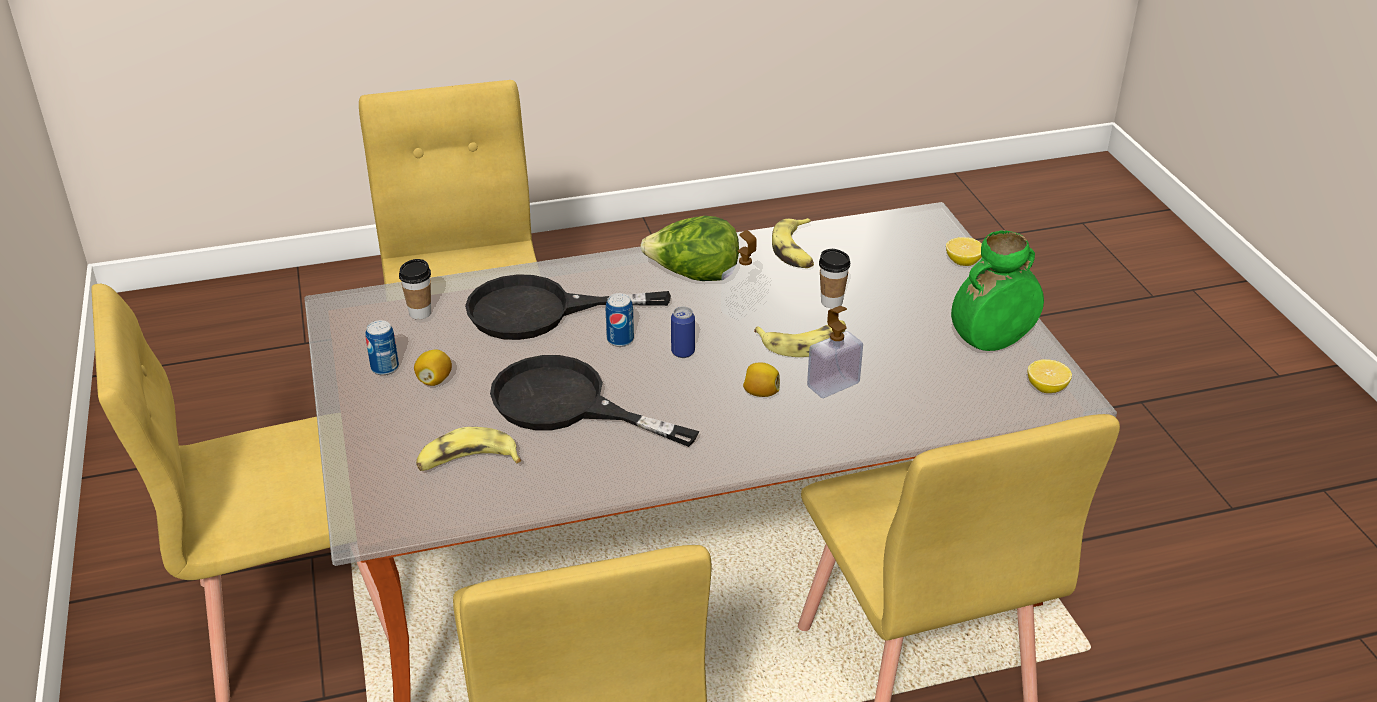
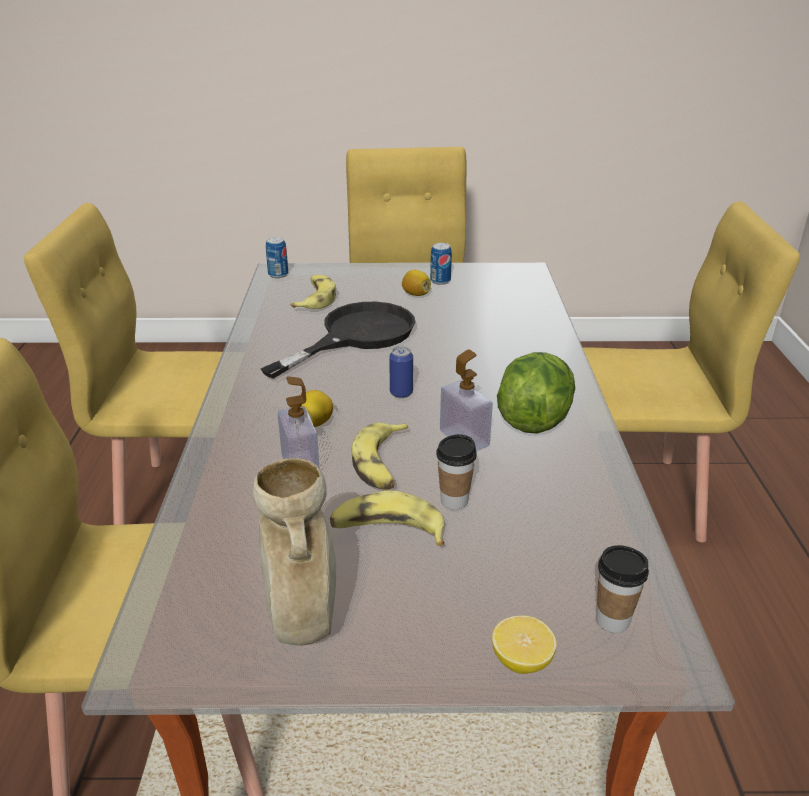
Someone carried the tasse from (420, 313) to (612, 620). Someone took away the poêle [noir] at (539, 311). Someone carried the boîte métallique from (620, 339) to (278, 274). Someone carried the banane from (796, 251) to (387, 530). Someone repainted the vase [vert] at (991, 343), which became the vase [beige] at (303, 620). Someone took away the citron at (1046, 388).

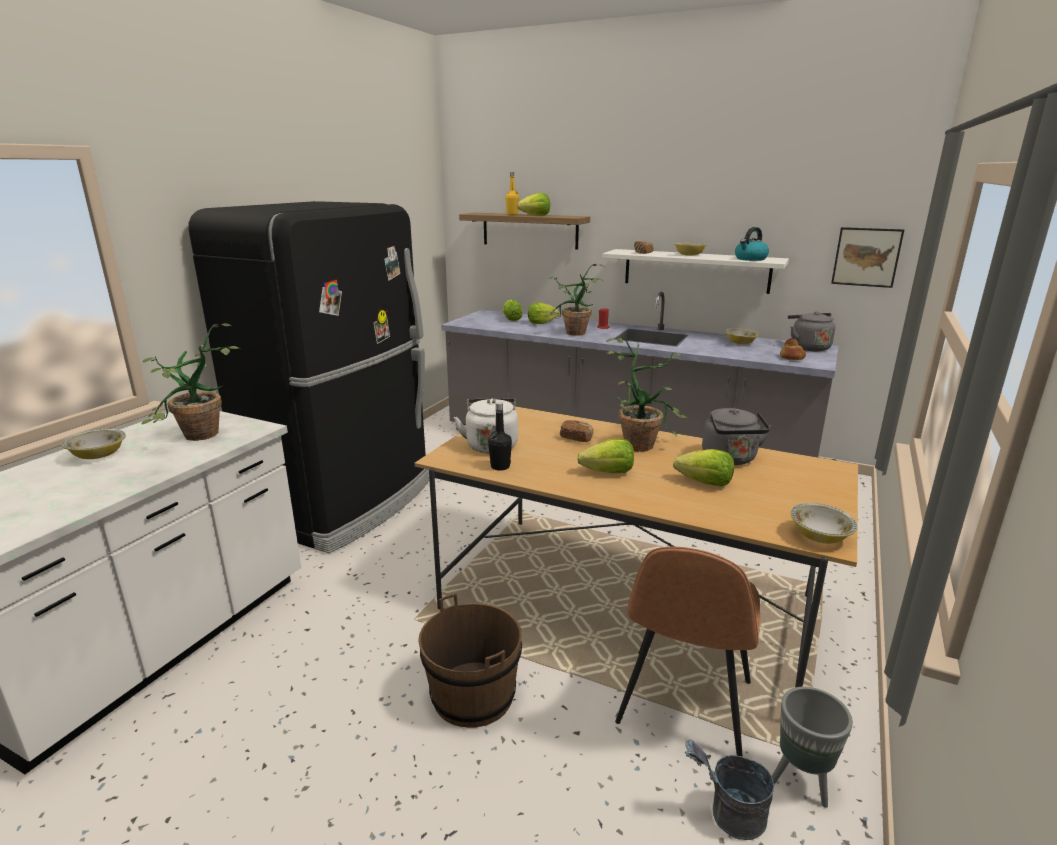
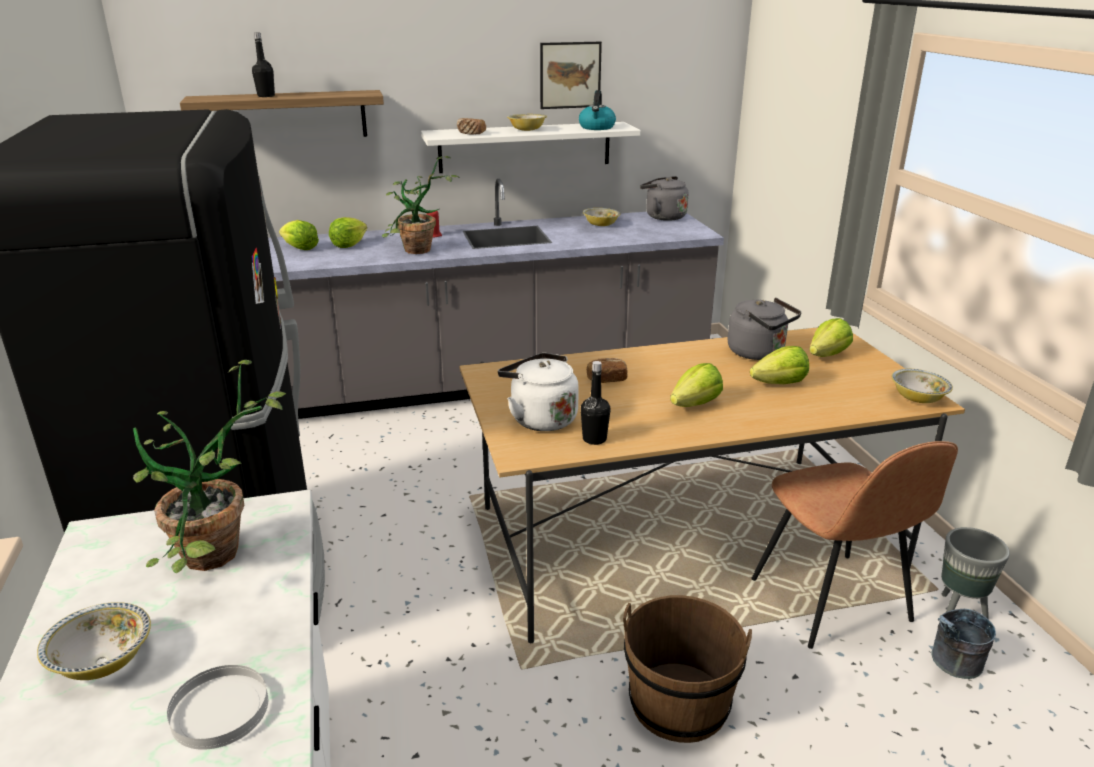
Someone repainted the bouteille [jaune] at (512, 214), which became the bouteille [noir] at (266, 96). Someone carried the laitue from (535, 215) to (827, 355). Someone took away the plante en pot at (641, 442). Someone took away the pain at (791, 358). Someone carried the tableau from (866, 257) to (570, 75). Someone put down the assiette [blanc] at (219, 711).

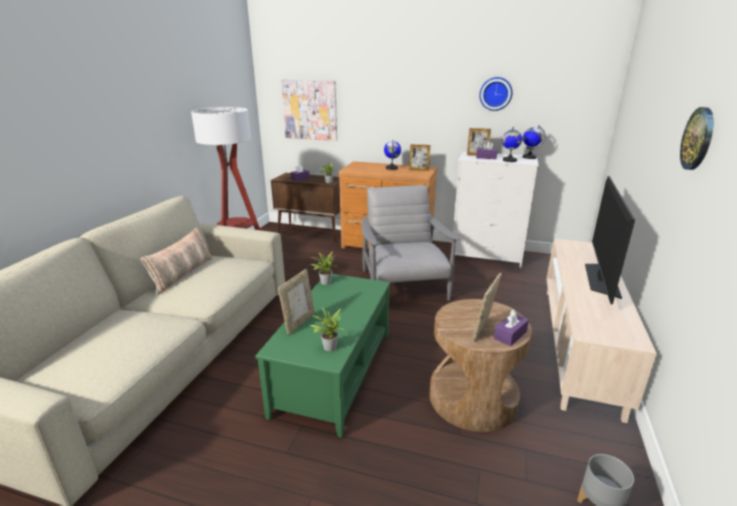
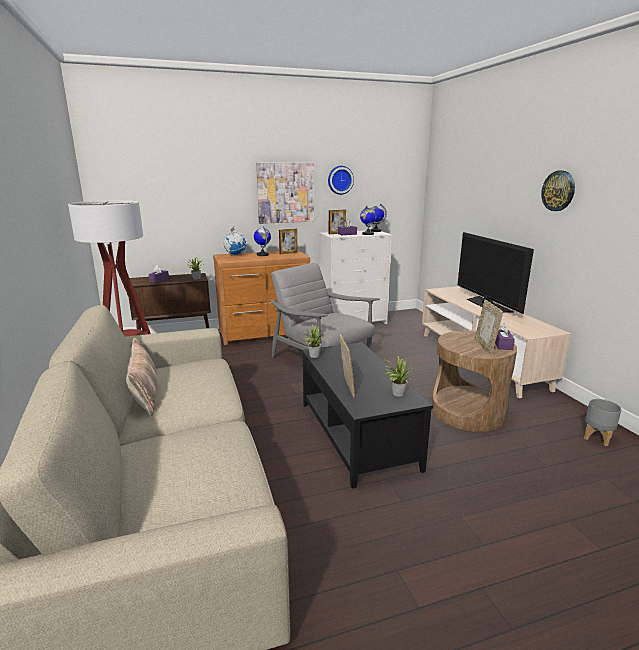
Someone repainted the table basse [vert] at (333, 372), which became the table basse [noir] at (355, 434). Someone carried the tableau from (310, 110) to (285, 193). Someone put down the globe at (235, 254).

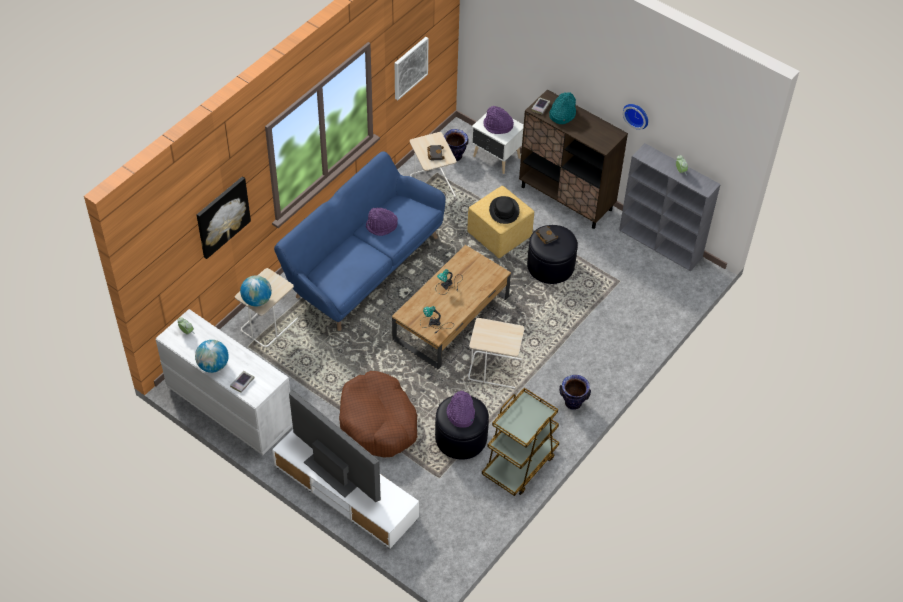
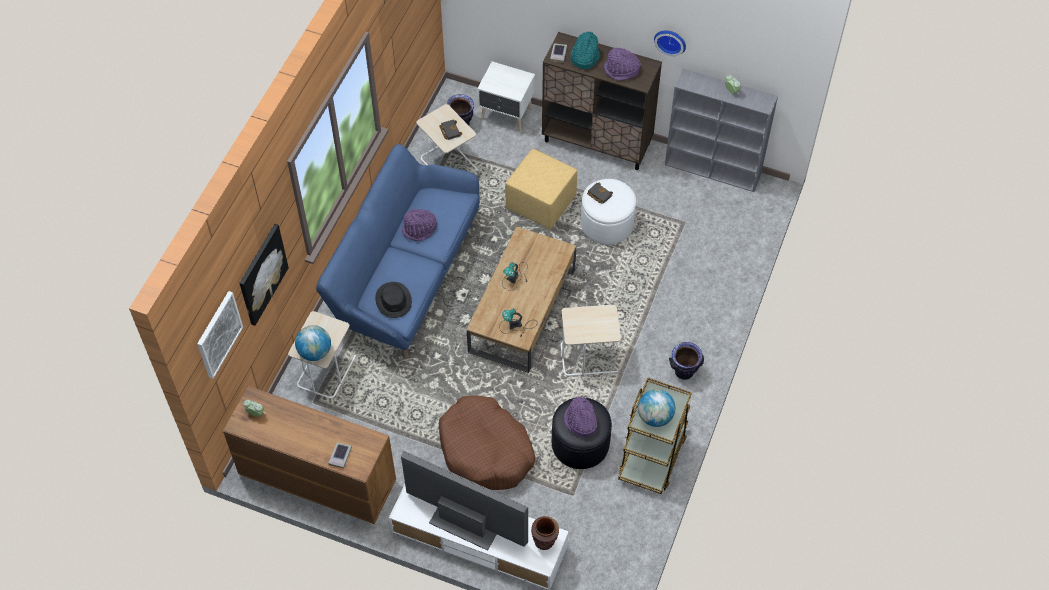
Someone repainted the commode [blanc] at (229, 406), which became the commode [marron] at (316, 478). Someone carried the globe from (213, 365) to (655, 417). Someone carried the tableau from (410, 67) to (218, 334). Someone carried the chapeau [violet] from (497, 126) to (621, 70). Someone carried the chapeau [noir] from (504, 210) to (393, 300). Someone repainted the pouf [noir] at (550, 266), which became the pouf [blanc] at (607, 223). Someone put down the vase [marron] at (544, 541).

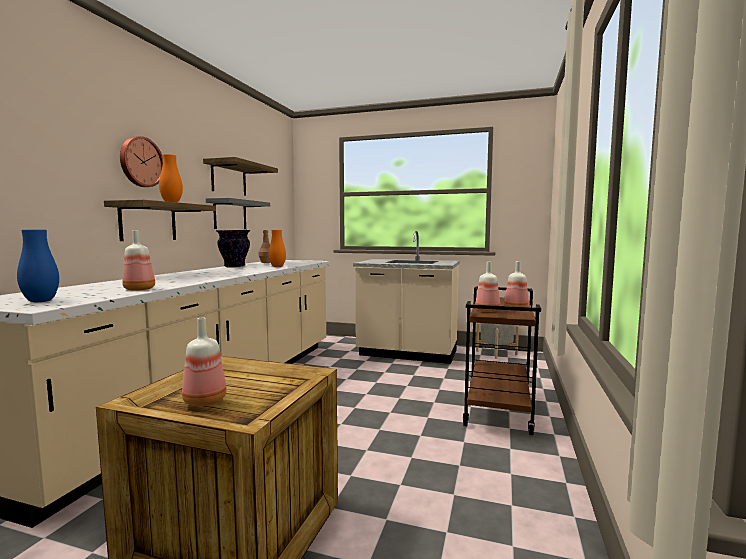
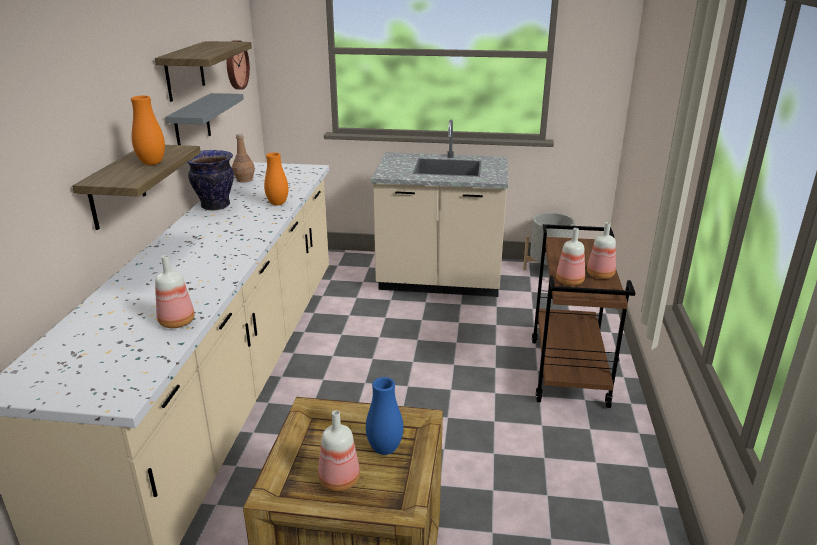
Someone carried the vase [bleu] from (40, 301) to (384, 449). Someone carried the horloge murale from (140, 162) to (235, 65).

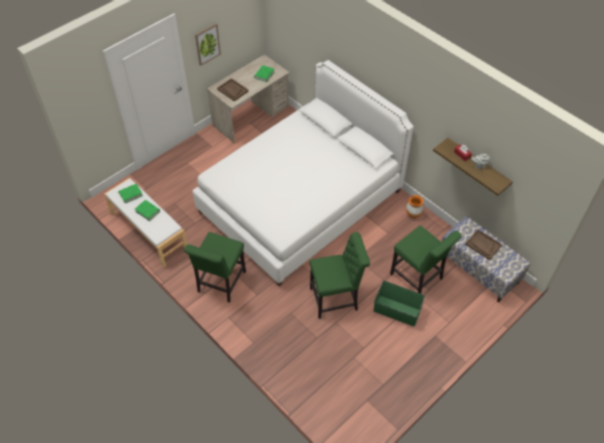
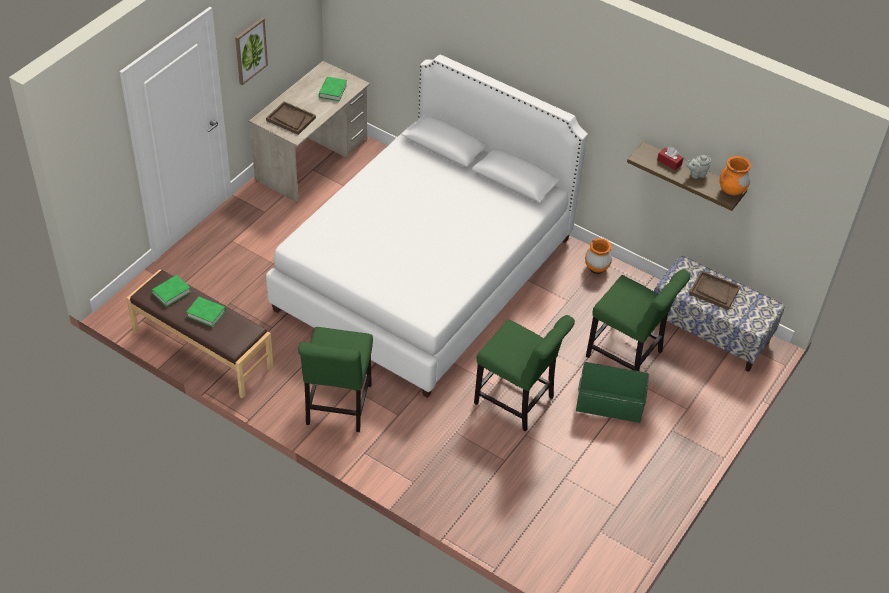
Someone repainted the banc [blanc] at (148, 232), which became the banc [marron] at (202, 350). Someone rotated the chaise [vert] at (336, 299) by 60 degrees clockwise. Someone put down the vase [orange] at (731, 191).

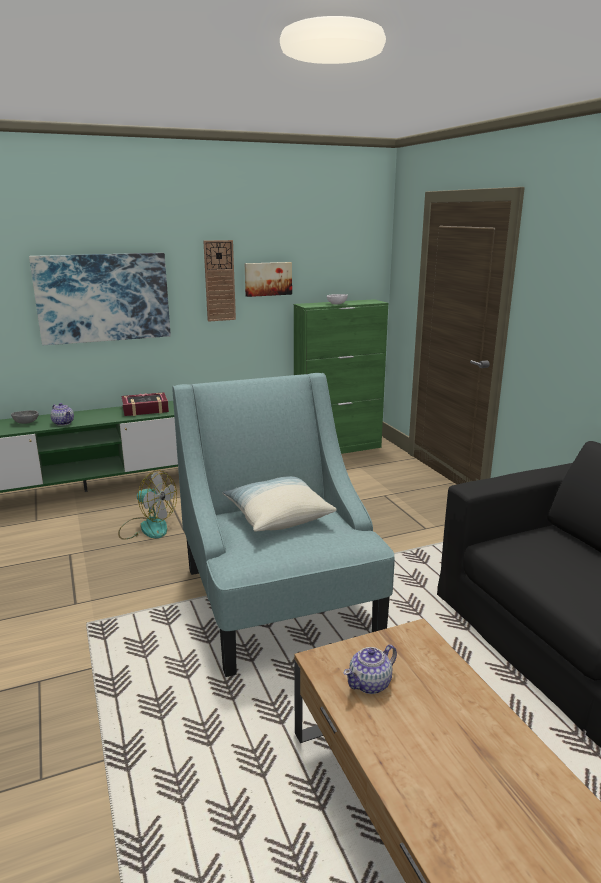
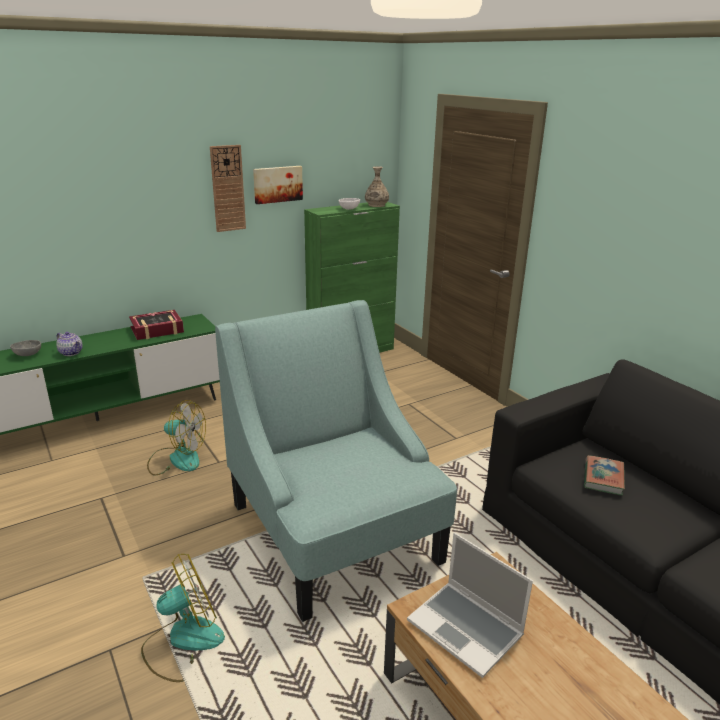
Someone took away the tableau at (103, 298). Someone took away the coussin at (277, 516). Someone swapped the théière at (370, 683) for the ordinateur portable at (467, 629). Someone put down the ventilateur at (183, 641). Someone put down the vase at (376, 205). Someone put down the livre at (603, 478).

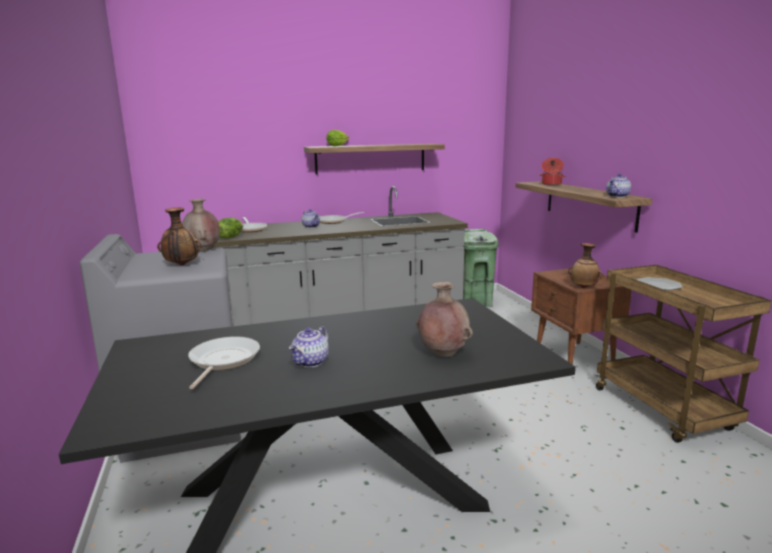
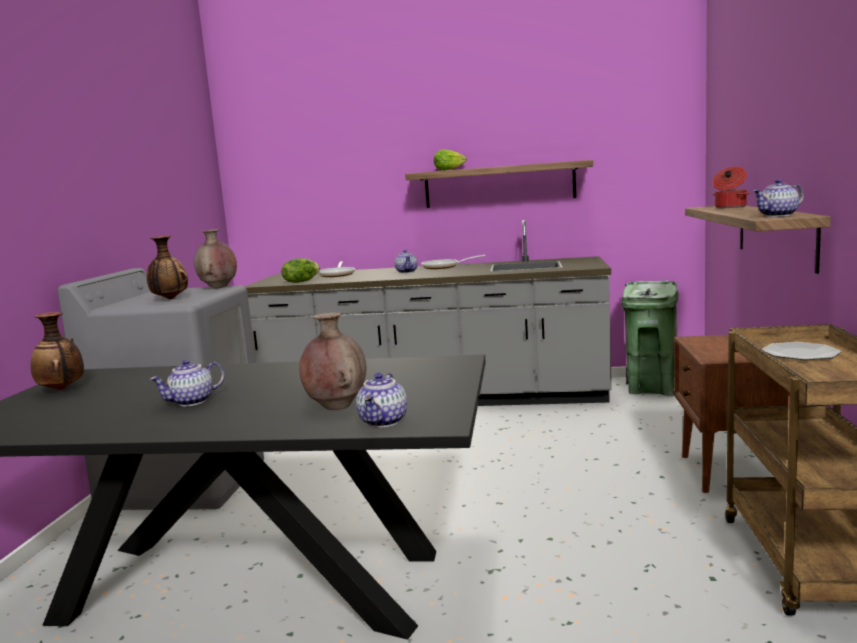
Someone took away the poêle at (223, 360). Someone carried the vase from (583, 287) to (62, 389). Someone put down the théière at (384, 422).

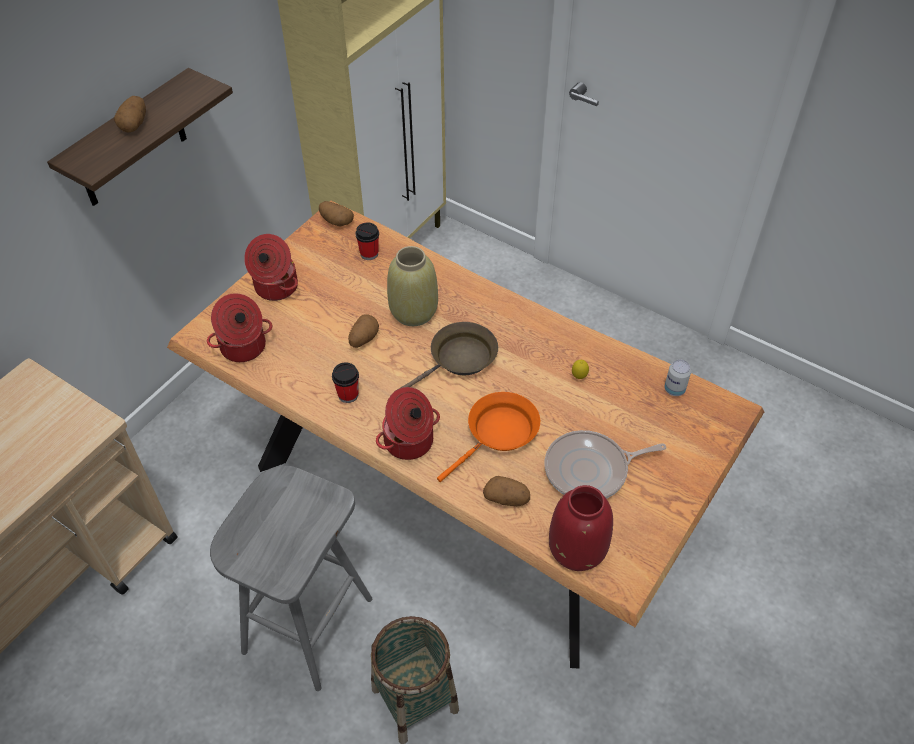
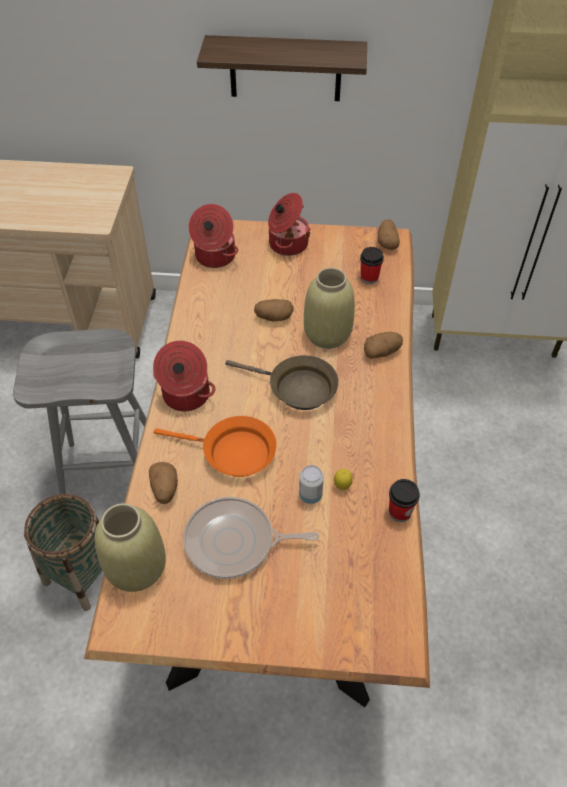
Someone carried the pomme de terre from (134, 124) to (382, 352). Someone carried the tasse from (348, 395) to (400, 512). Someone rotated the poêle at (590, 470) by 45 degrees counterclockwise. Someone repainted the vase [rouge] at (577, 549), which became the vase [beige] at (138, 568). Someone carried the boîte métallique from (674, 389) to (310, 495).

